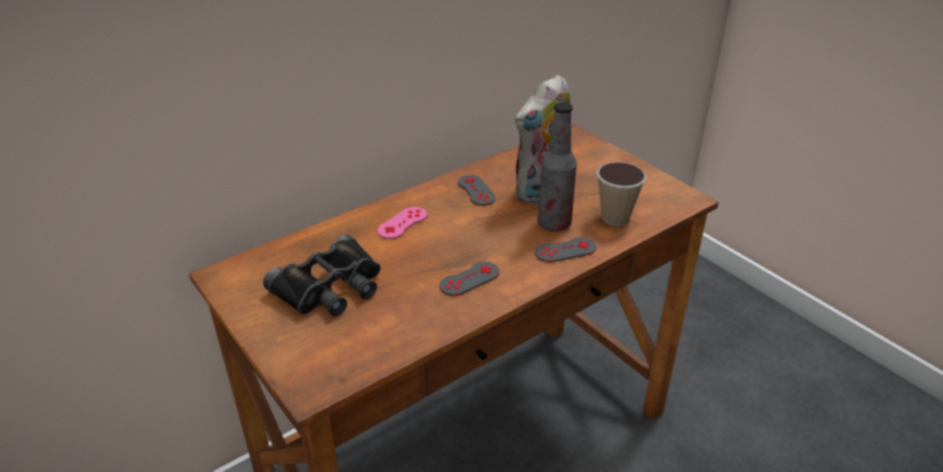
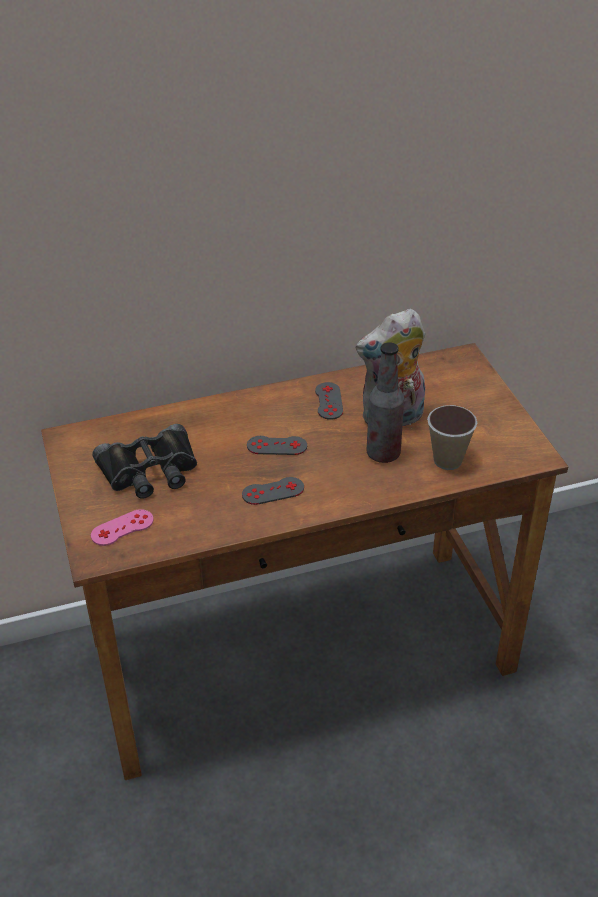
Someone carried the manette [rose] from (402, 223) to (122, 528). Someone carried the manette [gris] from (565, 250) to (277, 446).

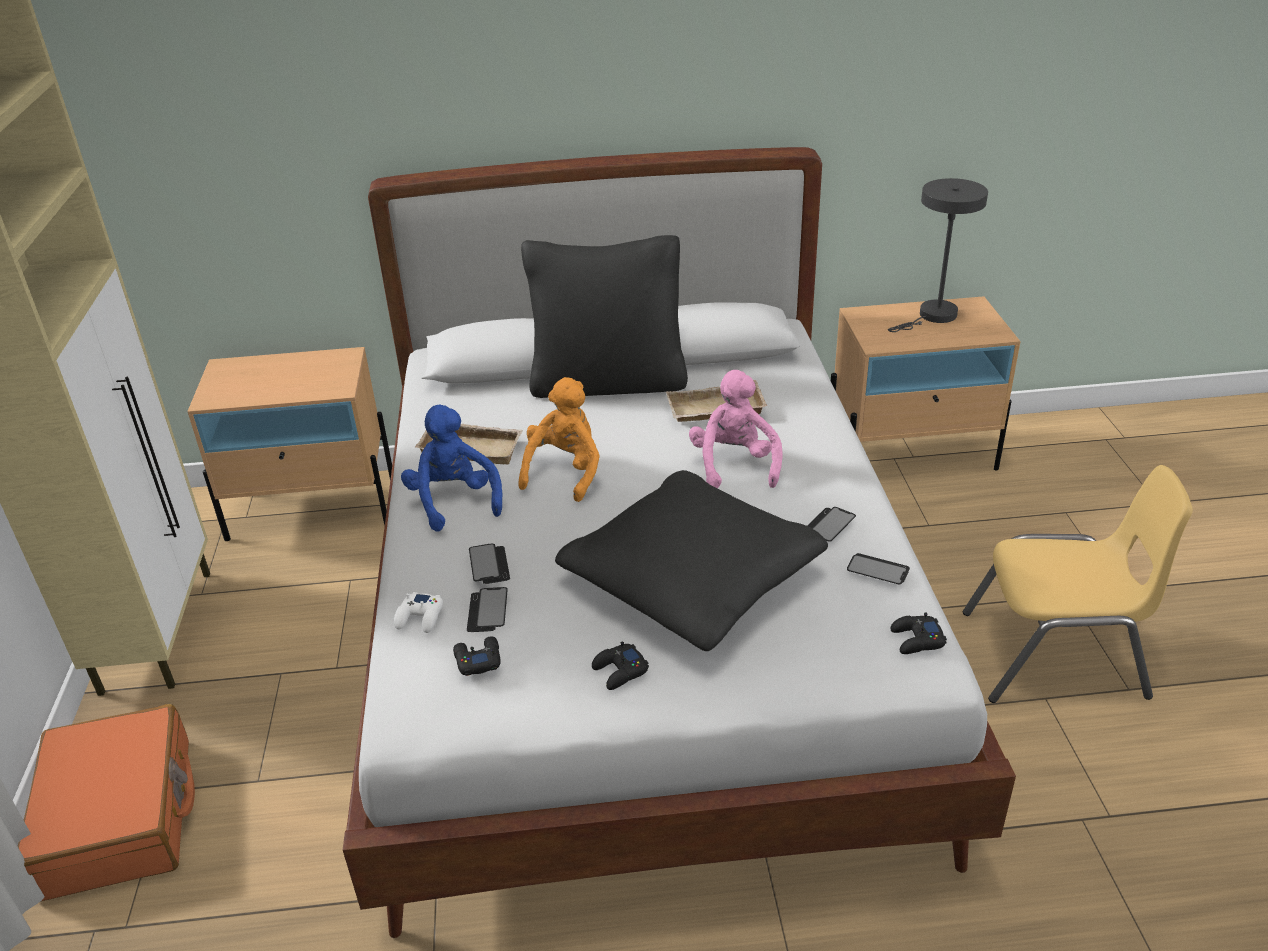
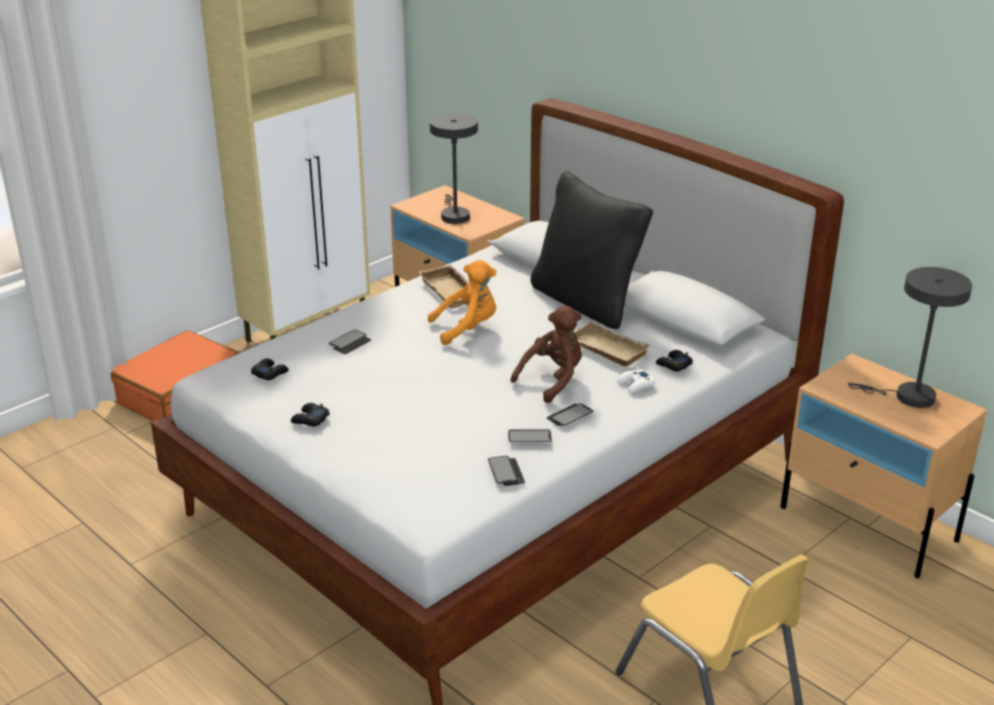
Someone carried the manette [blanc] from (420, 617) to (635, 385). Someone took away the peluche [bleu] at (454, 501). Someone carried the téléphone from (487, 611) to (569, 416). Someone took away the coussin [noir] at (693, 581). Someone repainted the peluche [rose] at (734, 465), which became the peluche [marron] at (553, 380). Someone carried the manette [noir] from (916, 640) to (673, 365). Someone put down the lampe de table [gris] at (454, 215).

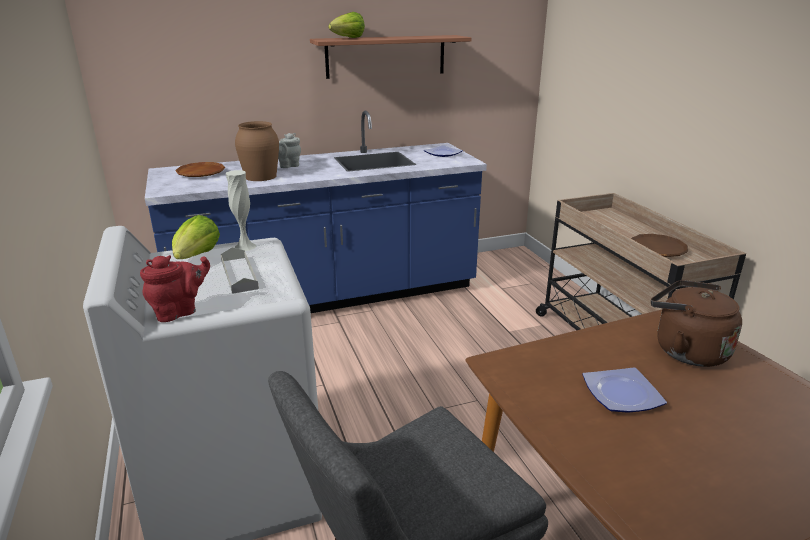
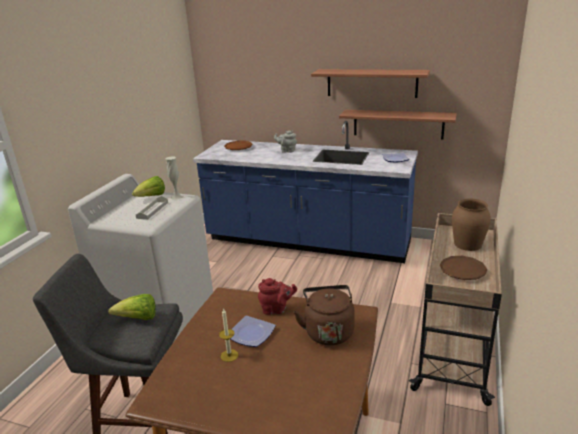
Someone carried the théière [rouge] from (179, 311) to (276, 309). Someone carried the vase [marron] from (261, 176) to (468, 244). Someone carried the laitue from (348, 38) to (138, 319). Someone put down the bougie at (229, 355). Someone put up the étagère at (398, 124).

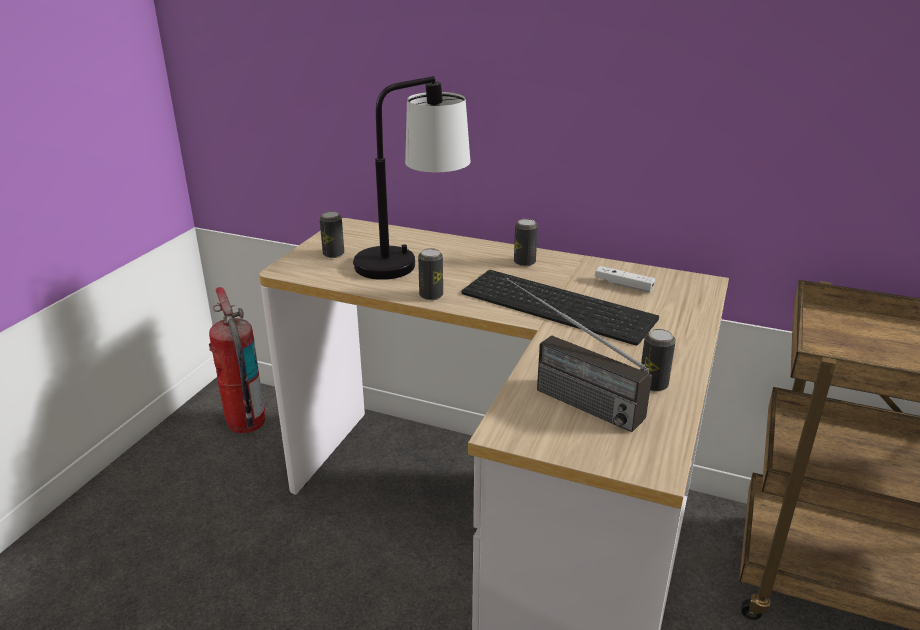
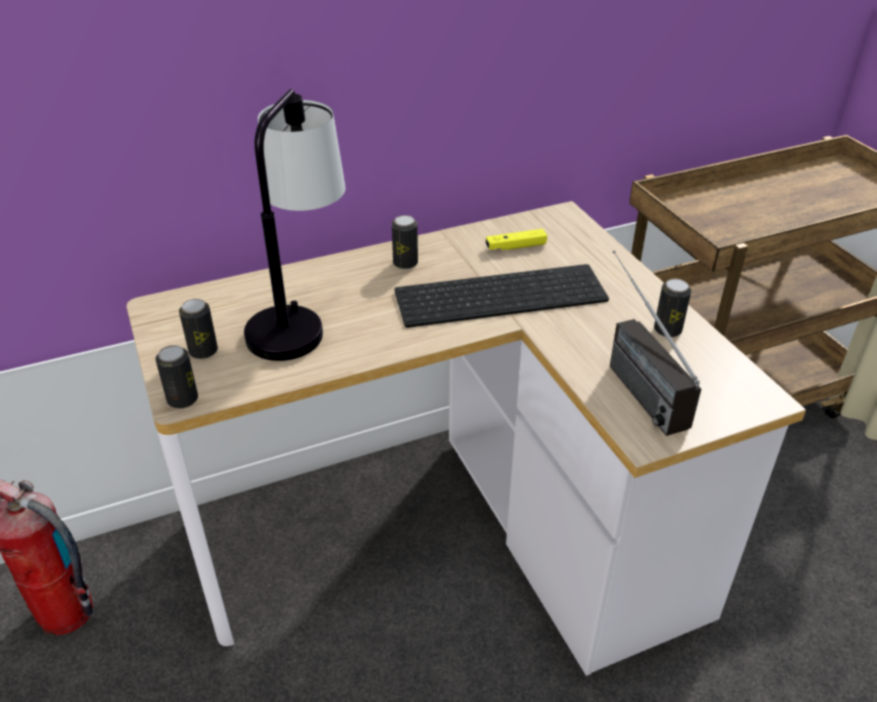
Someone carried the boîte métallique from (431, 295) to (182, 400). Someone rotated the radio at (562, 394) by 75 degrees clockwise. Someone repainted the manette [blanc] at (623, 285), which became the manette [jaune] at (516, 246).

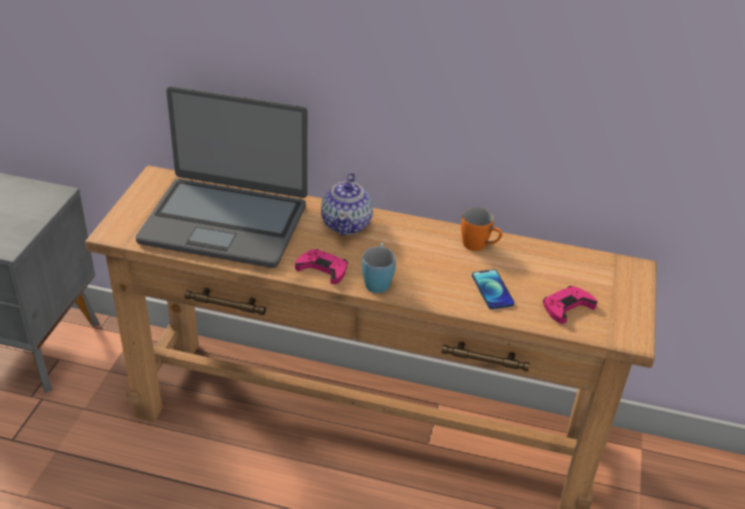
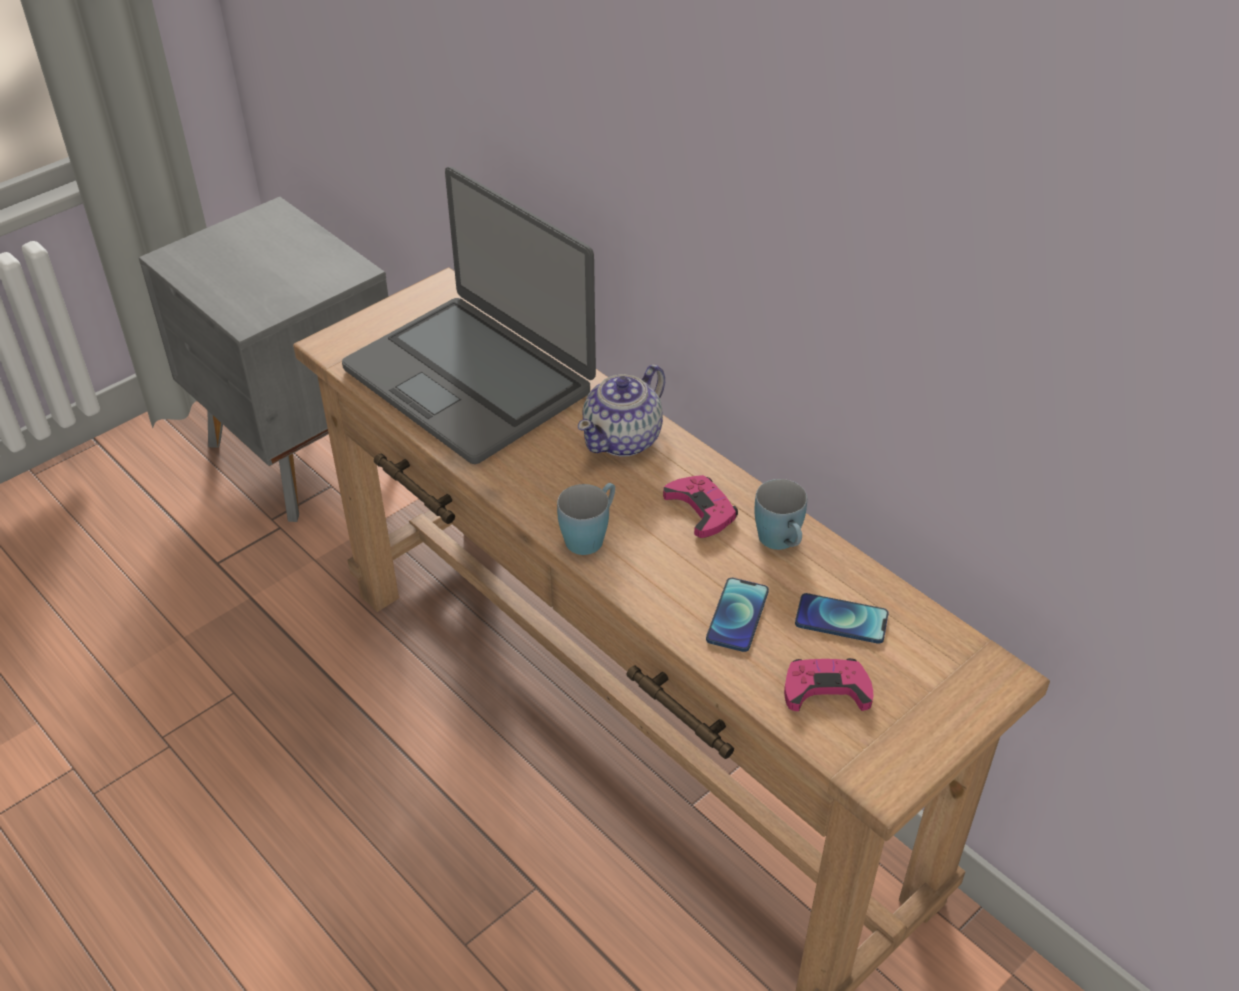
Someone carried the manette [rose] from (323, 269) to (701, 509). Someone repainted the mug [orange] at (479, 246), which became the mug [bleu] at (781, 543). Someone put down the téléphone at (841, 620).

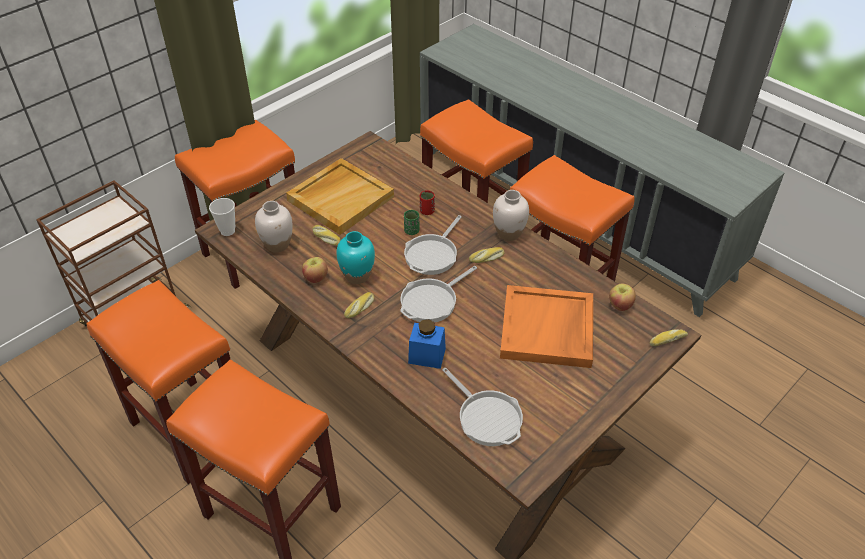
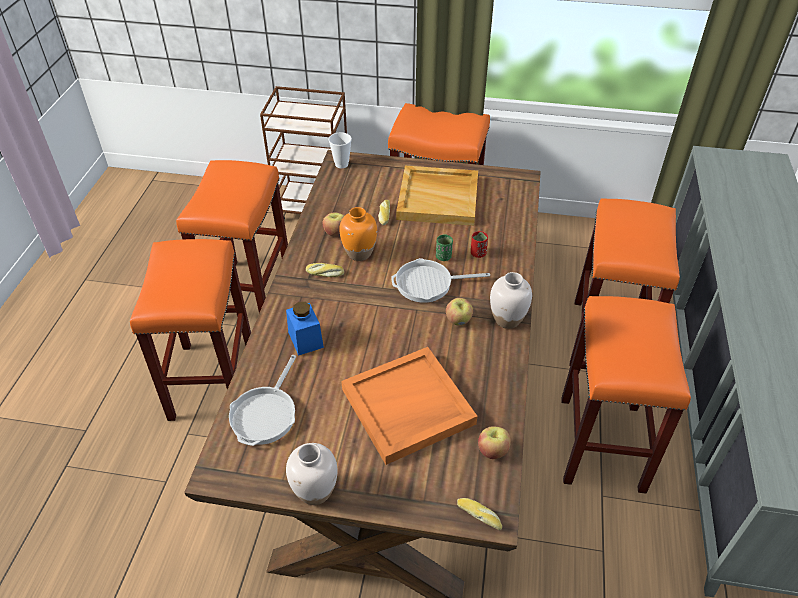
Someone carried the vase [blanc] from (278, 245) to (315, 492). Someone repainted the vase [turquoise] at (357, 276), which became the vase [orange] at (359, 253). Someone took away the poêle at (432, 301). Someone swapped the pain at (487, 258) for the pomme at (458, 320).

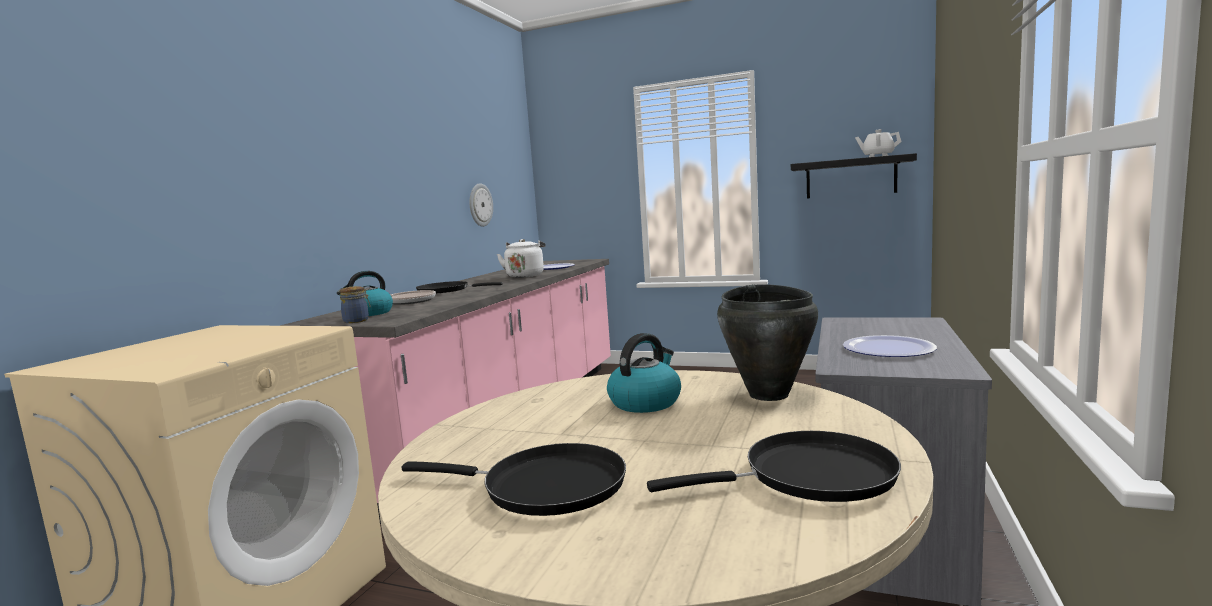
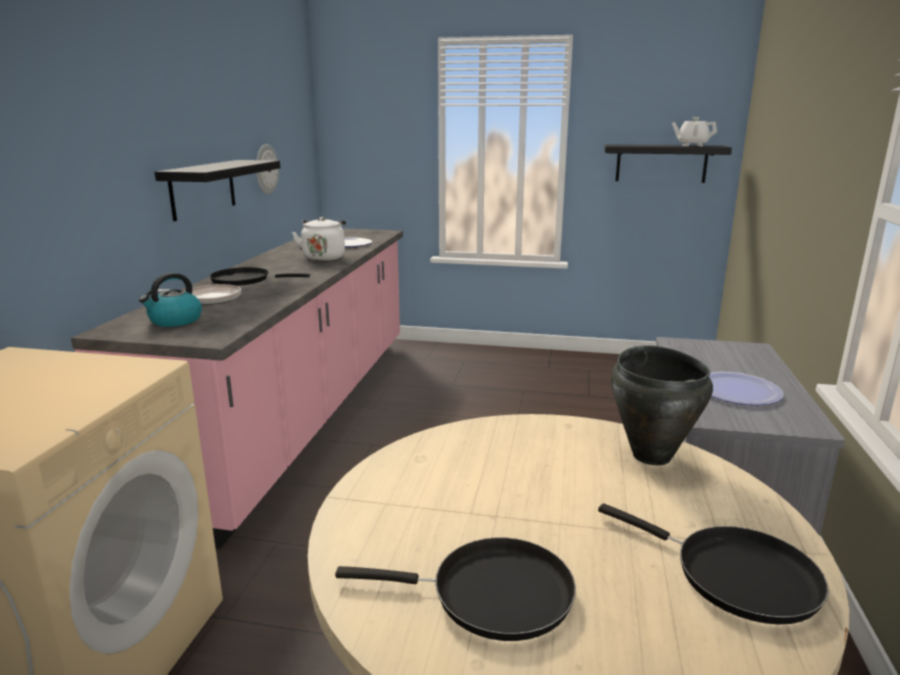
Someone took away the bocal at (357, 321). Someone took away the bouilloire at (645, 402). Someone rotated the poêle [noir] at (809, 476) by 60 degrees clockwise. Someone put up the étagère [noir] at (203, 189).

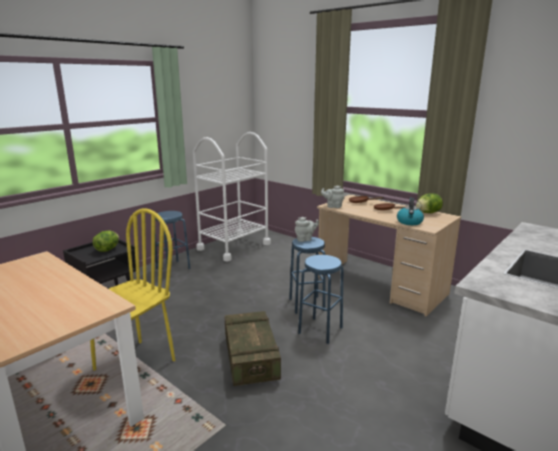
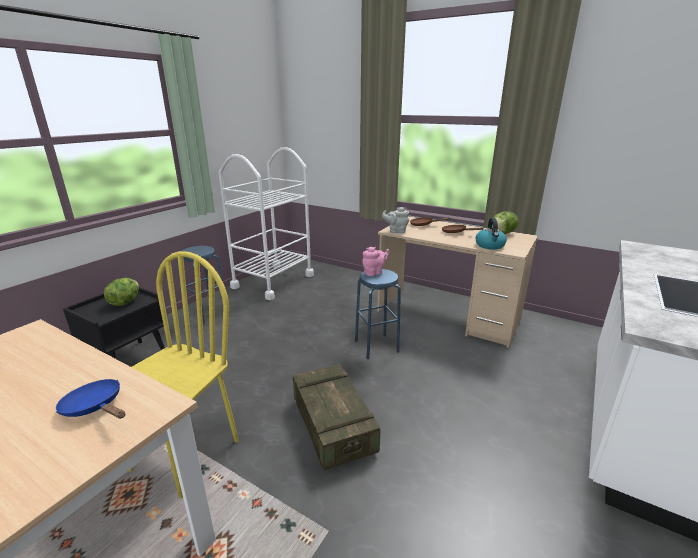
Someone repainted the théière [gris] at (305, 239), which became the théière [rose] at (374, 273). Someone took away the tabouret [bleu] at (320, 330). Someone put down the poêle [bleu] at (95, 407).

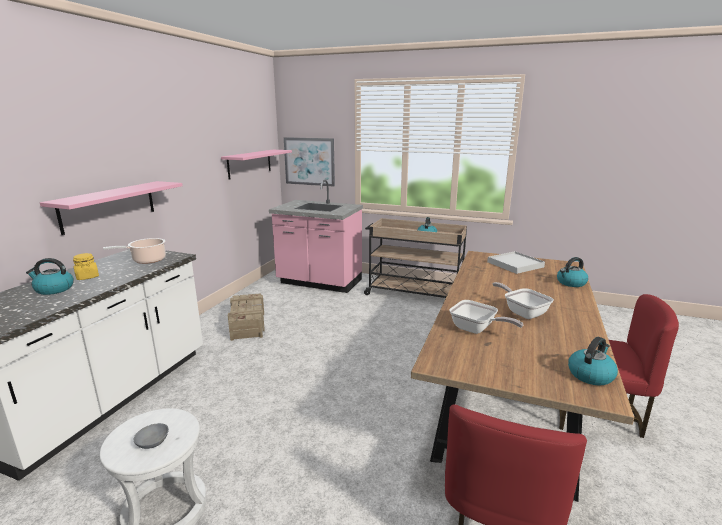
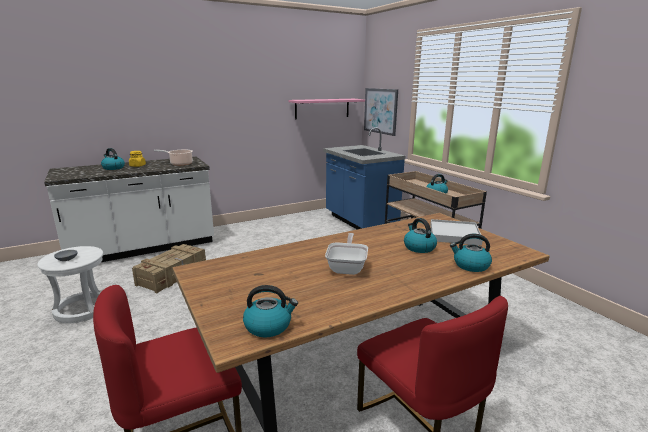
Someone took away the étagère [rose] at (109, 206). Someone carried the caisse from (248, 323) to (173, 275). Someone repainted the comptoir de cuisine [rose] at (319, 282), which became the comptoir de cuisine [bleu] at (359, 222). Someone took away the poêle at (476, 329). Someone put down the bouilloire at (419, 247).

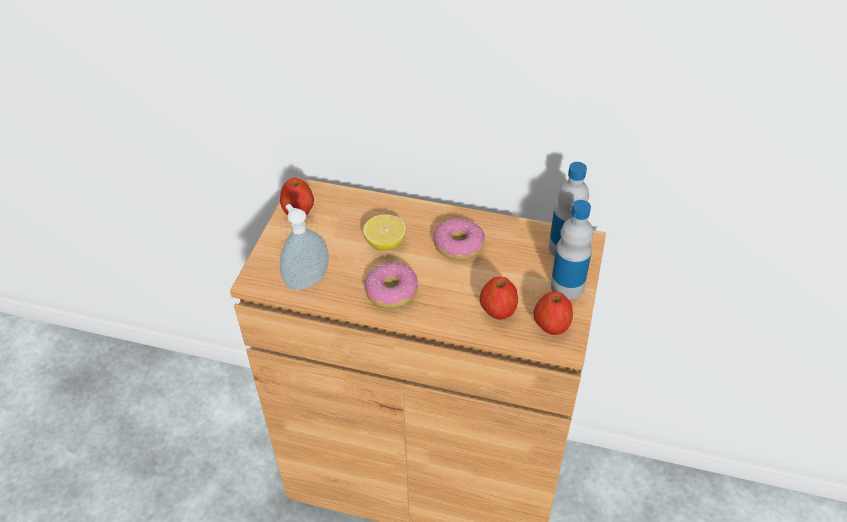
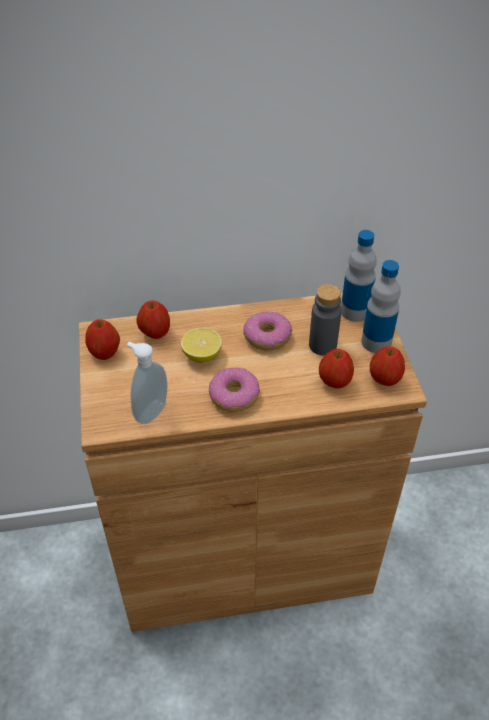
Someone put down the pomme at (155, 333). Someone put down the bouteille [gris] at (322, 345).

